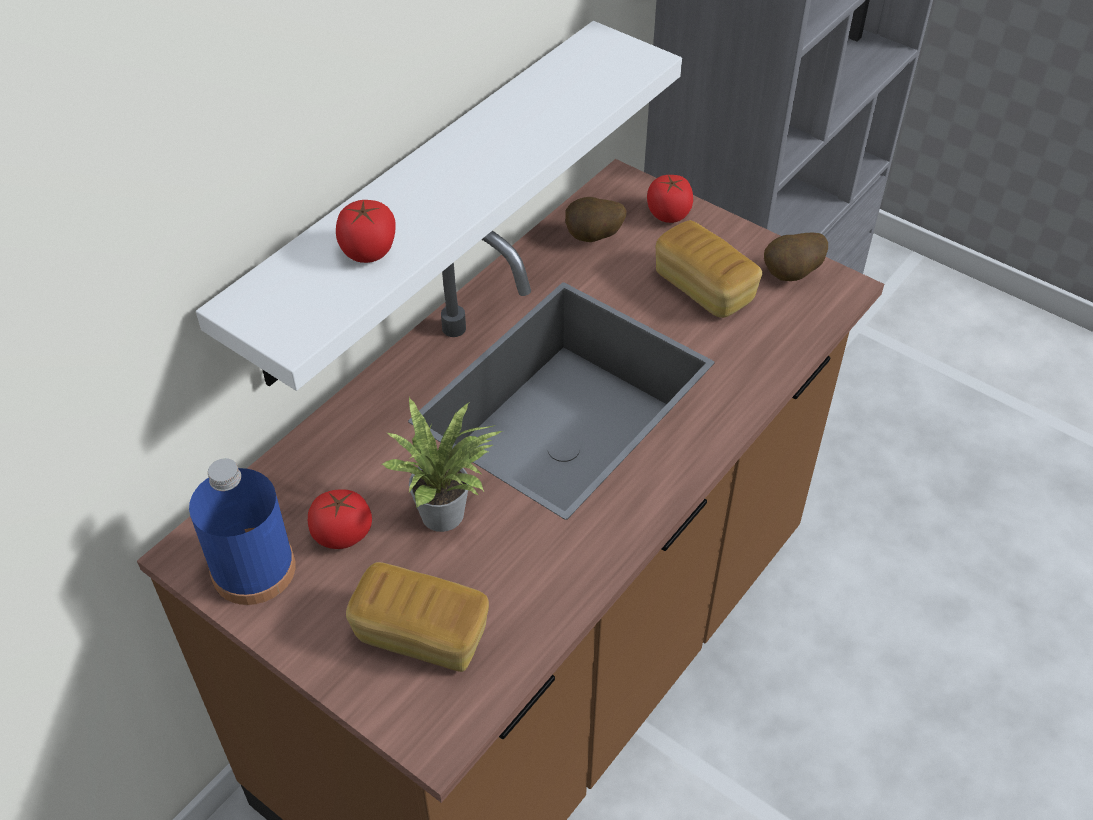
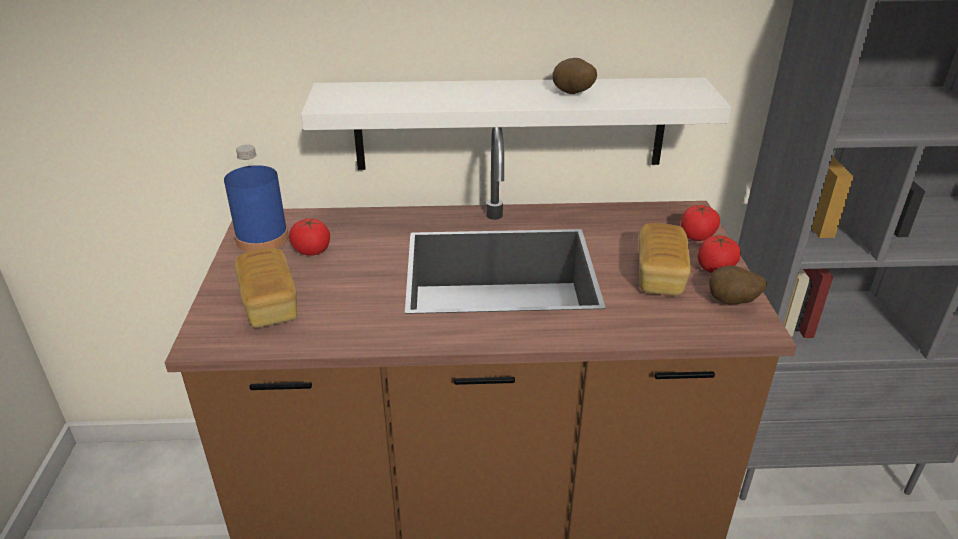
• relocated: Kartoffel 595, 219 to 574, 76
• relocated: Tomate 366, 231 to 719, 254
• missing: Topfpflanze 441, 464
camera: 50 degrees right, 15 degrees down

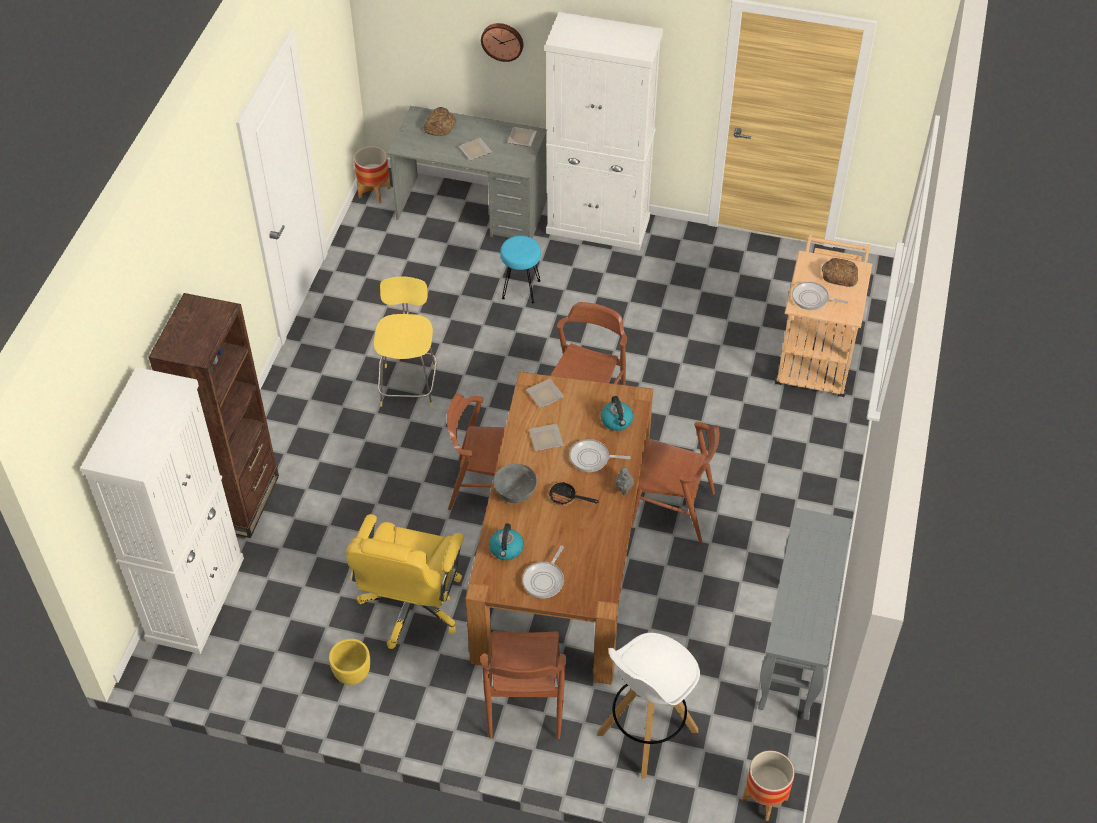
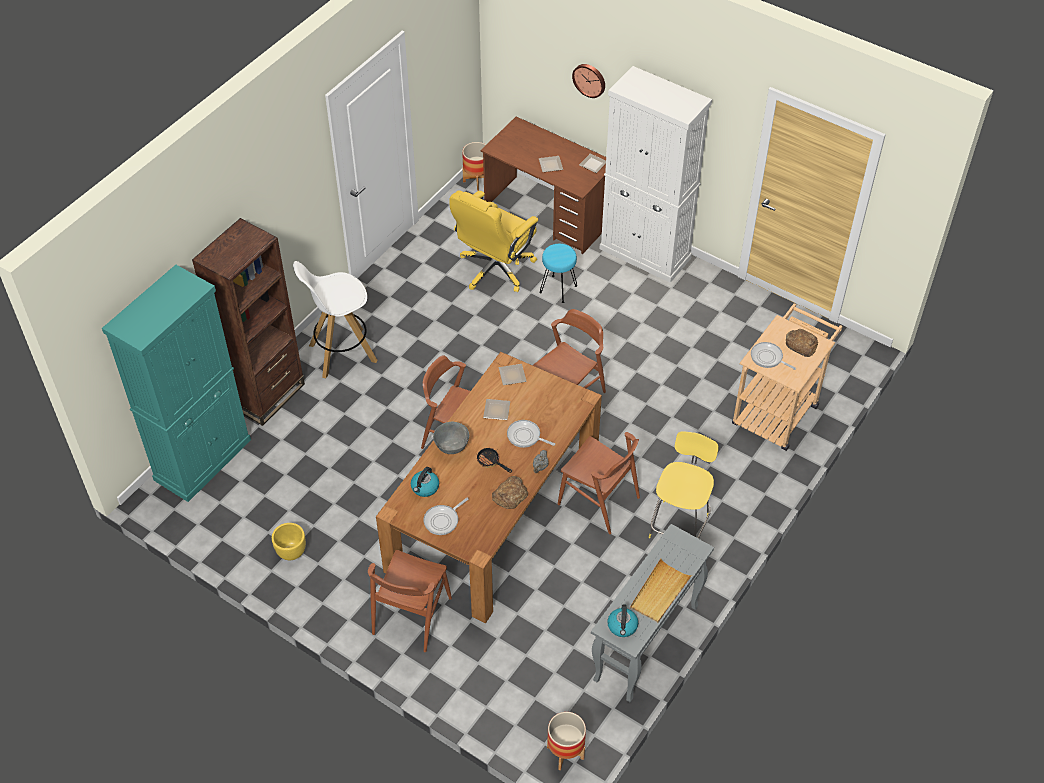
• colour: Schreibtisch (grau) 467, 172 to Schreibtisch (braun) 543, 185
• relocated: Brot 440, 121 to 510, 492
• relocated: Hocker (gelb) 405, 342 to 684, 485
• colour: Schrank (weiß) 162, 510 to Schrank (türkis) 176, 383
• relocated: Wasserkessel 617, 413 to 622, 620
• relocated: Bürostuhl (gelb) 405, 581 to 493, 241
• relocated: Hocker (weiß) 648, 705 to 335, 320
• appeared: Tablett (beige) 661, 590
camera: 20 degrees right, 0 degrees up

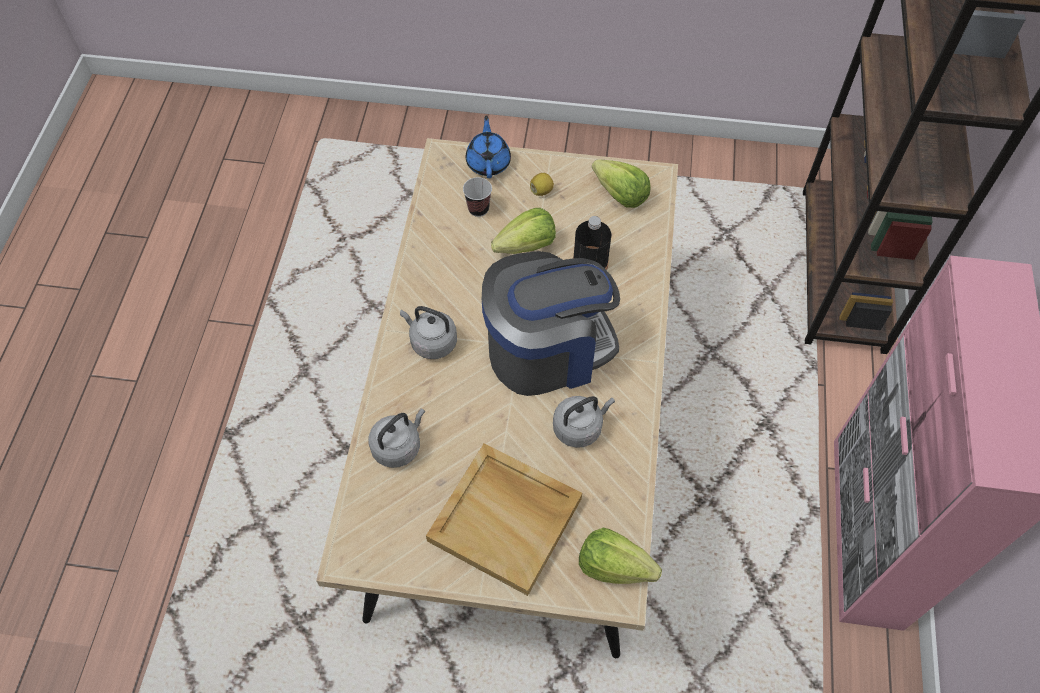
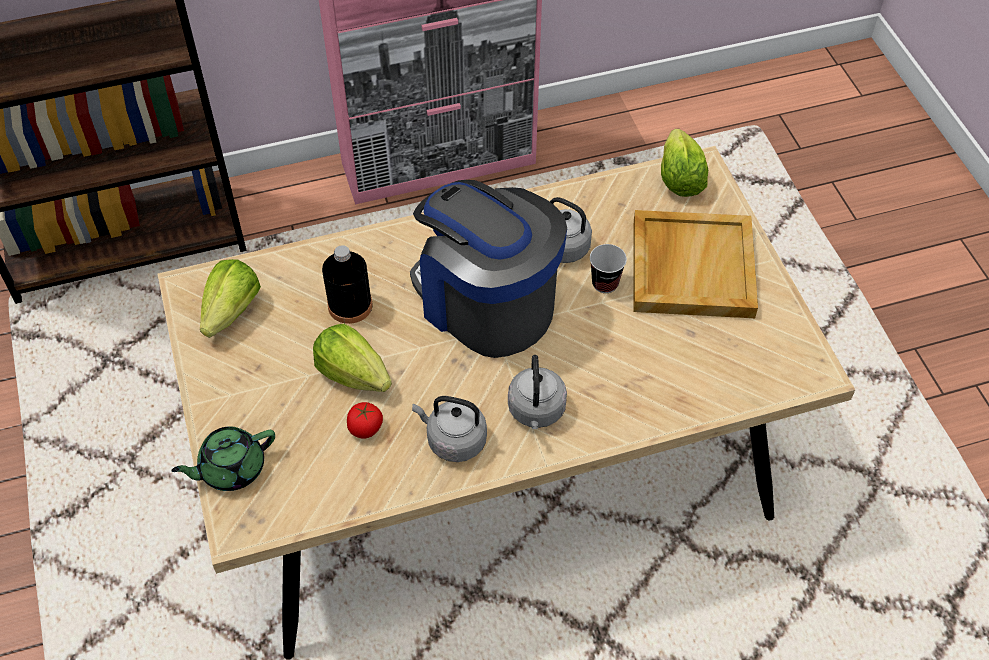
• colour: Teekanne (blau) 488, 147 to Teekanne (grün) 223, 458
• missing: Zitrone 542, 184
• relocated: Tasse 477, 197 to 608, 268
• relocated: Wasserkessel (grau) 397, 438 to 449, 429
• appeared: Tomate 365, 420
camera: 115 degrees left, 5 degrees down

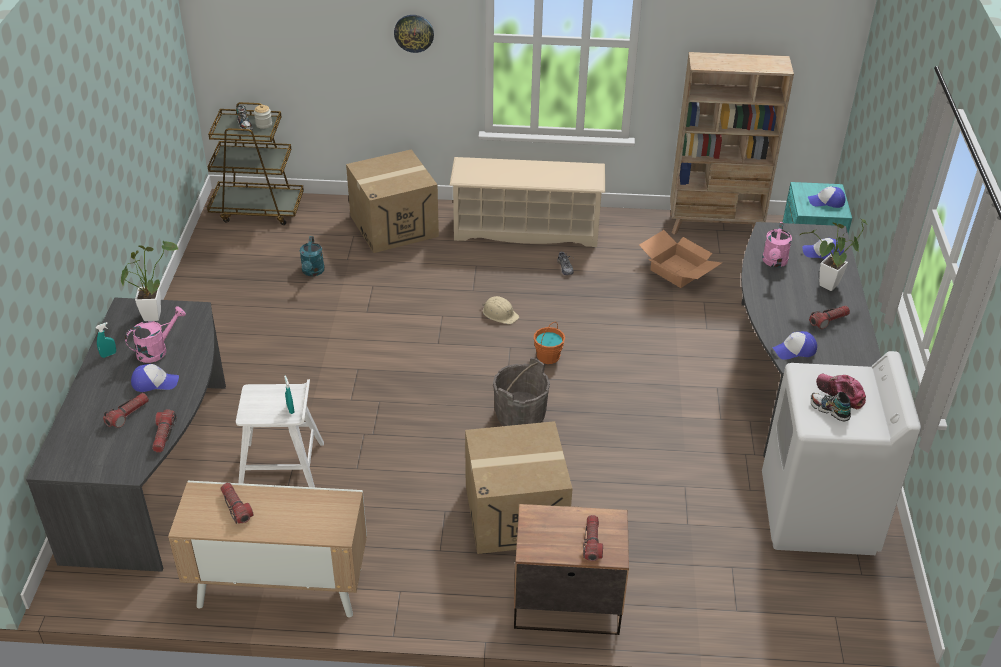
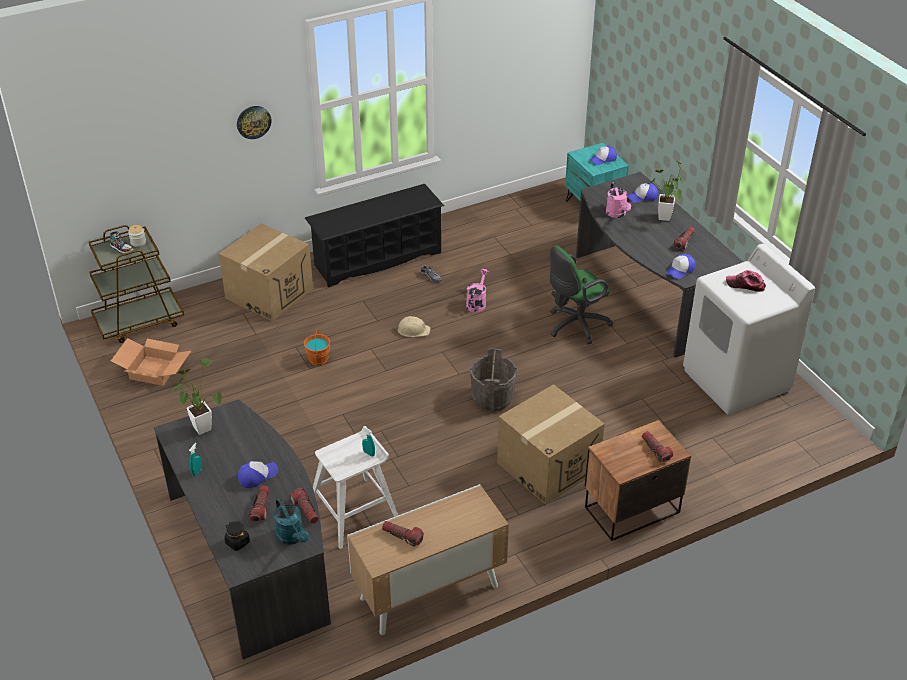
• missing: Bücherregal (beige) 732, 143
• colour: Schuhregal (beige) 527, 202 to Schuhregal (schwarz) 374, 235
• relocated: Karton 680, 259 to 151, 362
• relocated: Gießkanne (türkis) 312, 256 to 291, 521
• relocated: Gießkanne (rosa) 155, 334 to 477, 290
• relocated: Eimer (orange) 549, 343 to 317, 348
• missing: Schuh 831, 406
• appeared: Bürostuhl (grün) 581, 295
• appeared: Vorratsglas (schwarz) 237, 536
camera: 30 degrees left, 0 degrees up

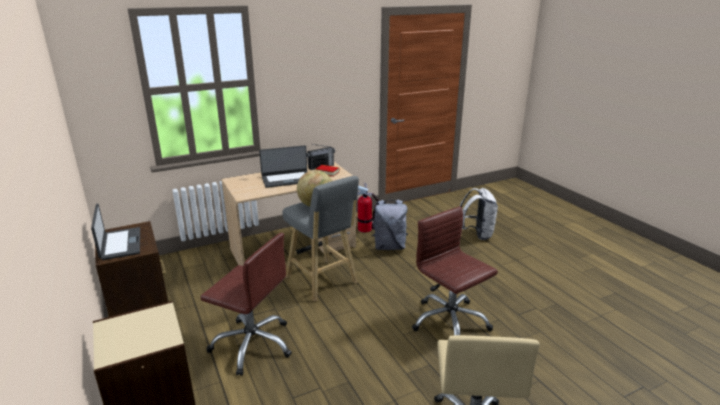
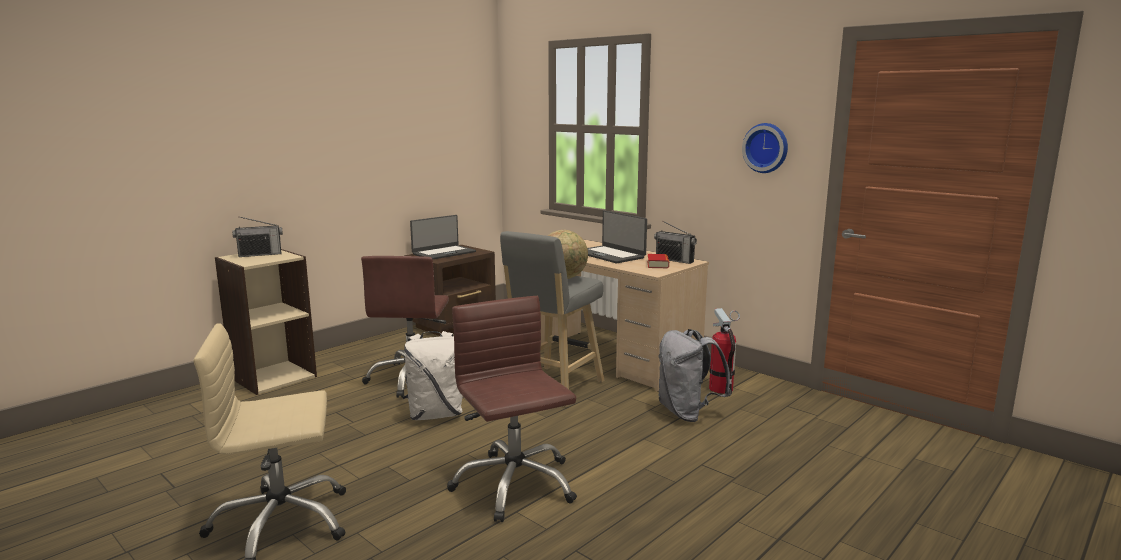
• relocated: Rucksack (weiß) 479, 214 to 433, 375
• spun: Bürostuhl (braun) 455, 270 = 512, 409 60 degrees counterclockwise
• appeared: Wanduhr 765, 148
• appeared: Radio 257, 236
camera: 70 degrees right, 10 degrees down

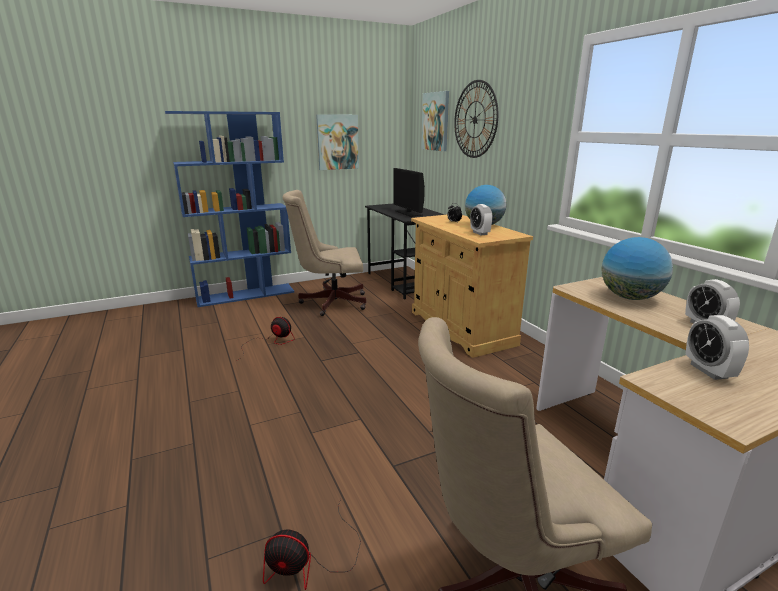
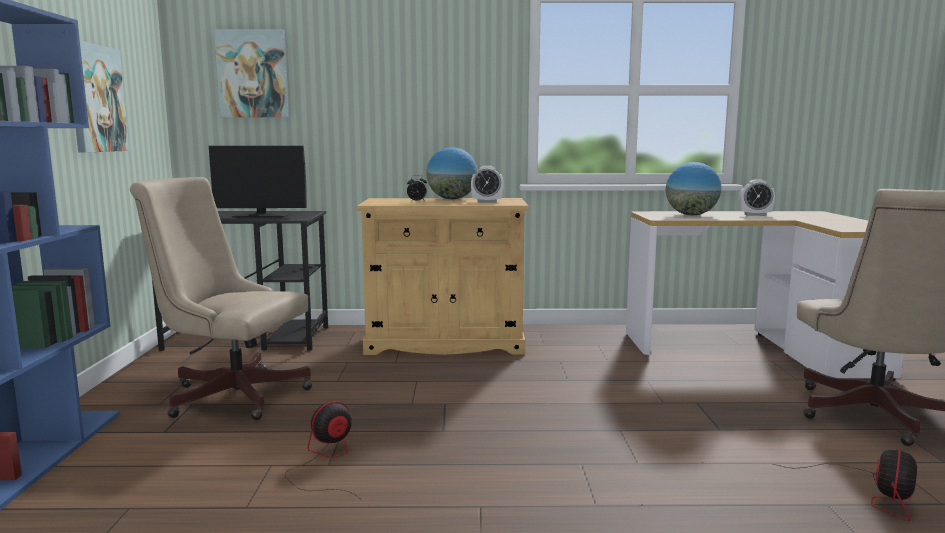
• missing: Wanduhr 476, 119
• spun: Bürostuhl (beige) 324, 253 = 221, 298 90 degrees clockwise
• missing: Wecker 717, 347
camera: 65 degrees left, 10 degrees down

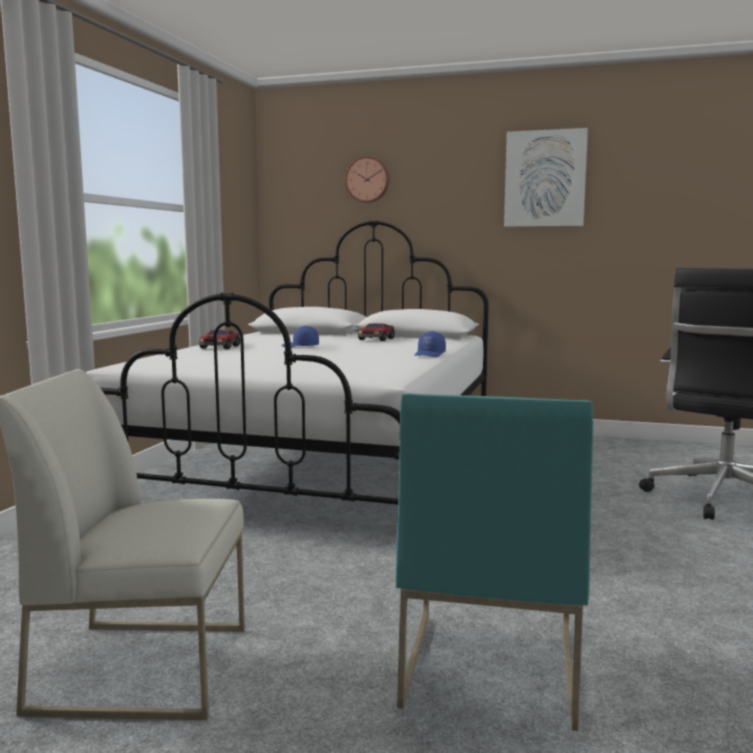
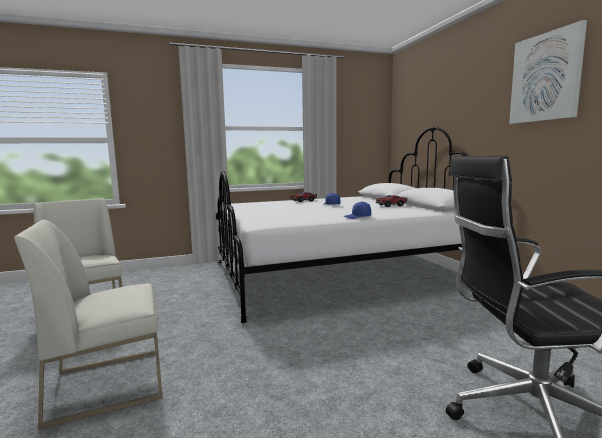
• missing: Wanduhr 367, 179
• colour: Stuhl (türkis) 494, 562 to Stuhl (weiß) 88, 325
camera: 55 degrees right, 0 degrees up

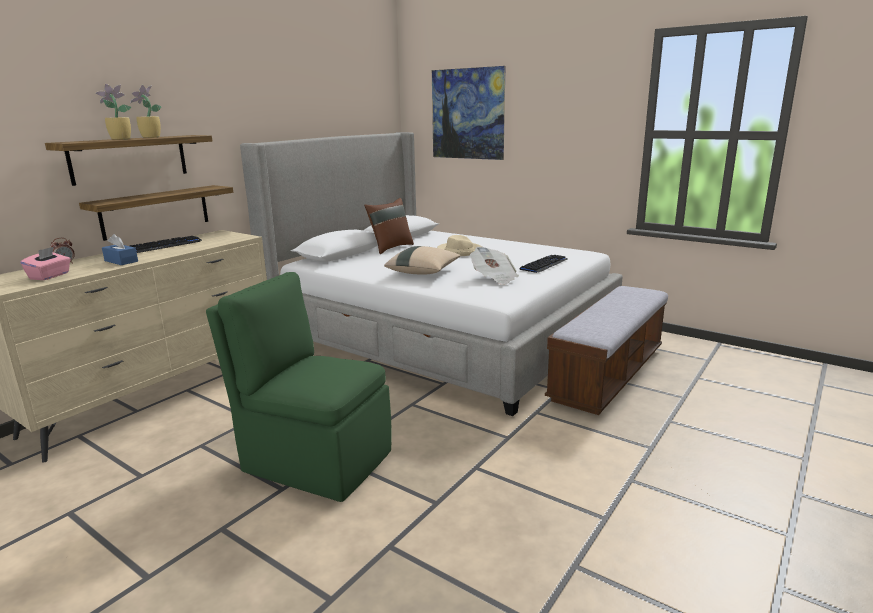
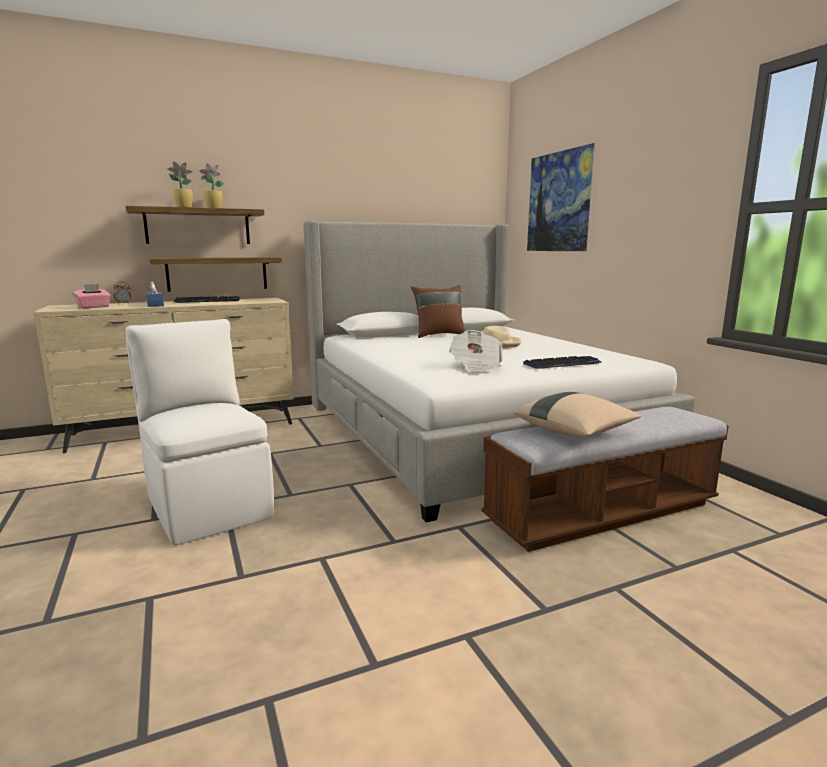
• relocated: Kissen (beige) 422, 260 to 577, 414
• colour: Stuhl (grün) 299, 387 to Stuhl (weiß) 200, 432
camera: 30 degrees right, 5 degrees down

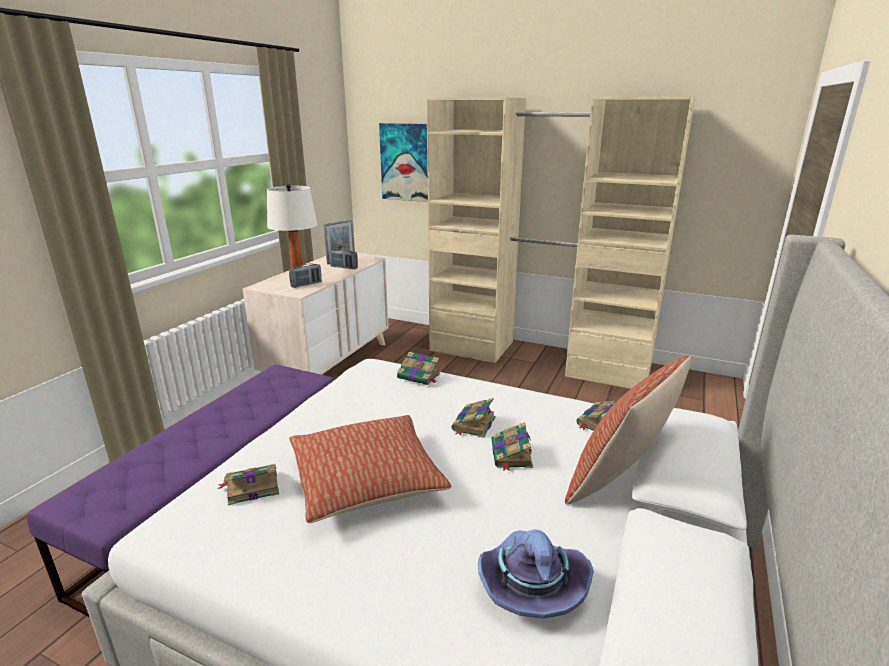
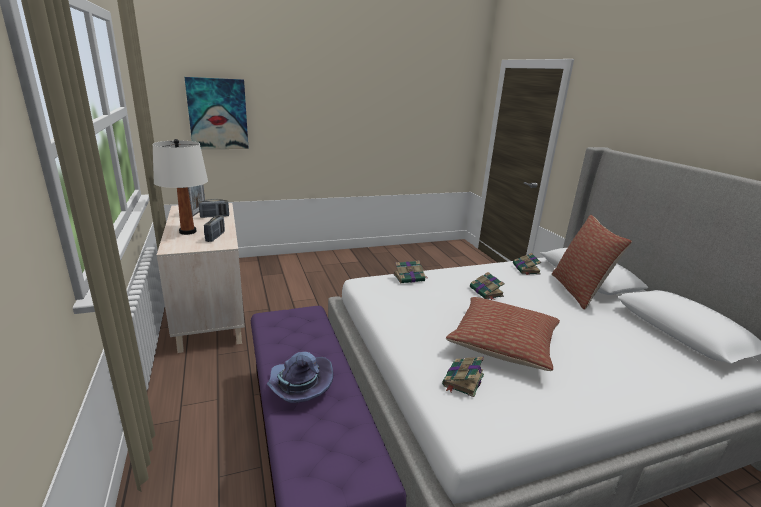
• missing: Kleiderschrank (beige) 561, 242
• missing: Buch 512, 446
• relocated: Hut (lila) 536, 573 to 300, 377
camera: 45 degrees left, 0 degrees up

